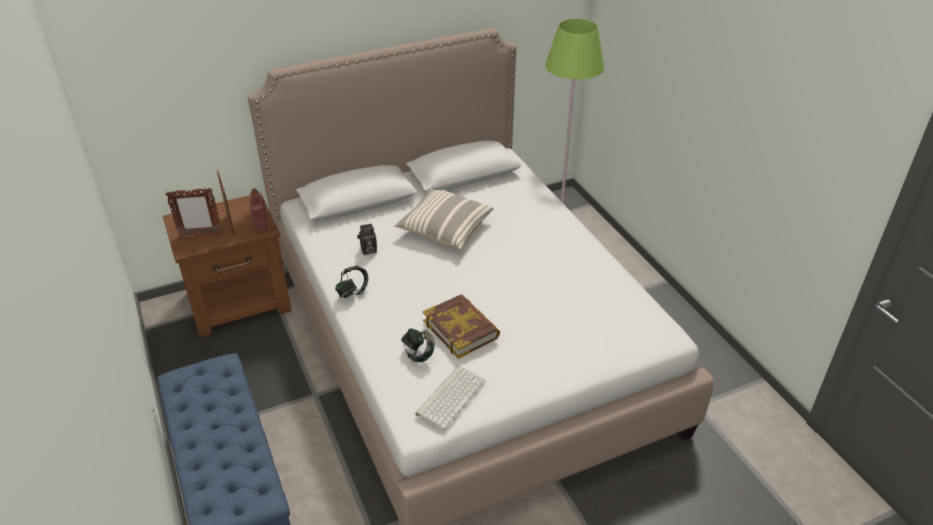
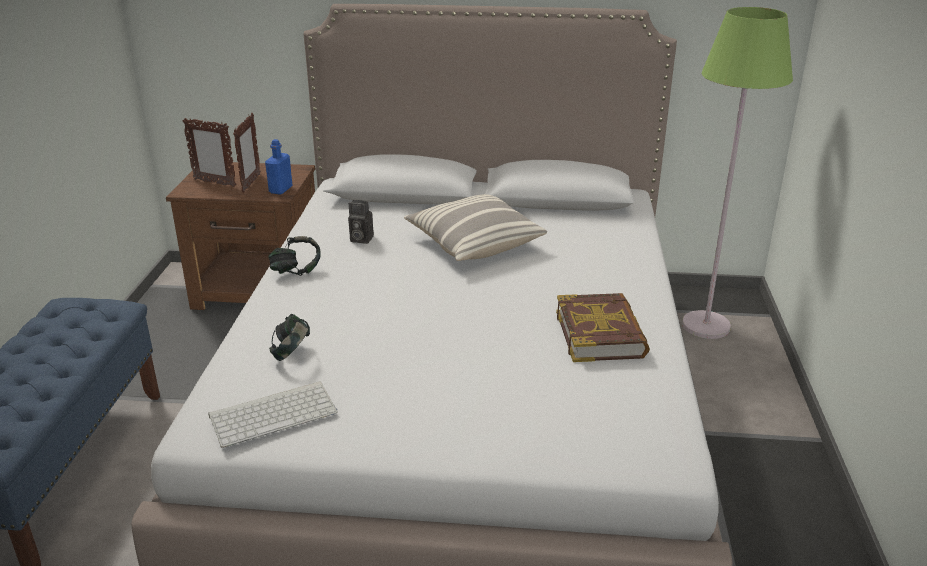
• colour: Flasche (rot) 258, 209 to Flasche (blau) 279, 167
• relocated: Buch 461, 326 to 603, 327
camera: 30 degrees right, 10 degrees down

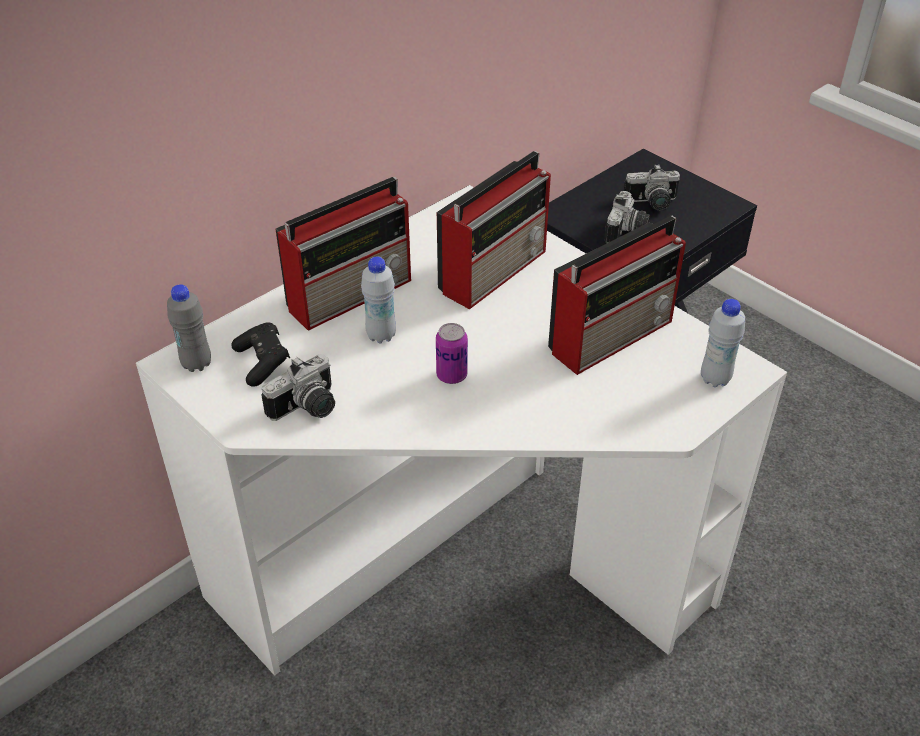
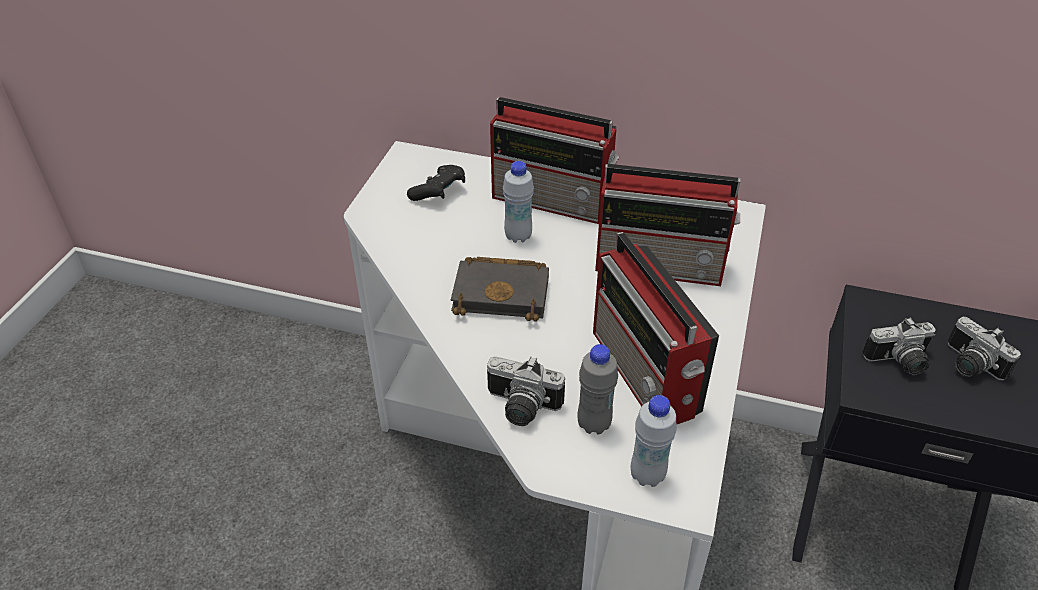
• spun: Radio 617, 295 = 656, 328 45 degrees clockwise
• relocated: Flasche (grau) 189, 328 to 597, 389
• exchanged: Dose 452, 353 to Buch (schwarz) 500, 289
• relocated: Kamera 298, 387 to 526, 391
camera: 60 degrees right, 0 degrees up

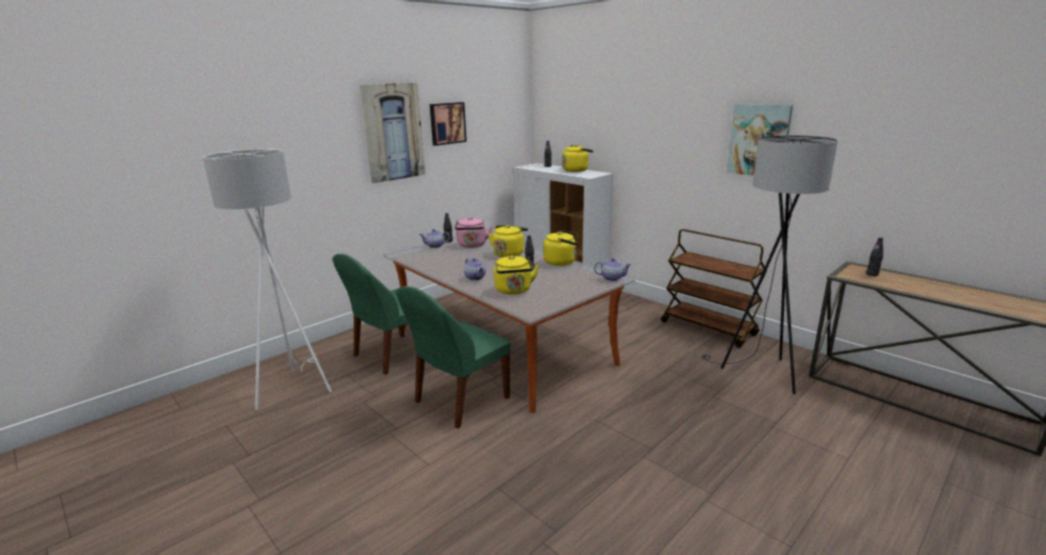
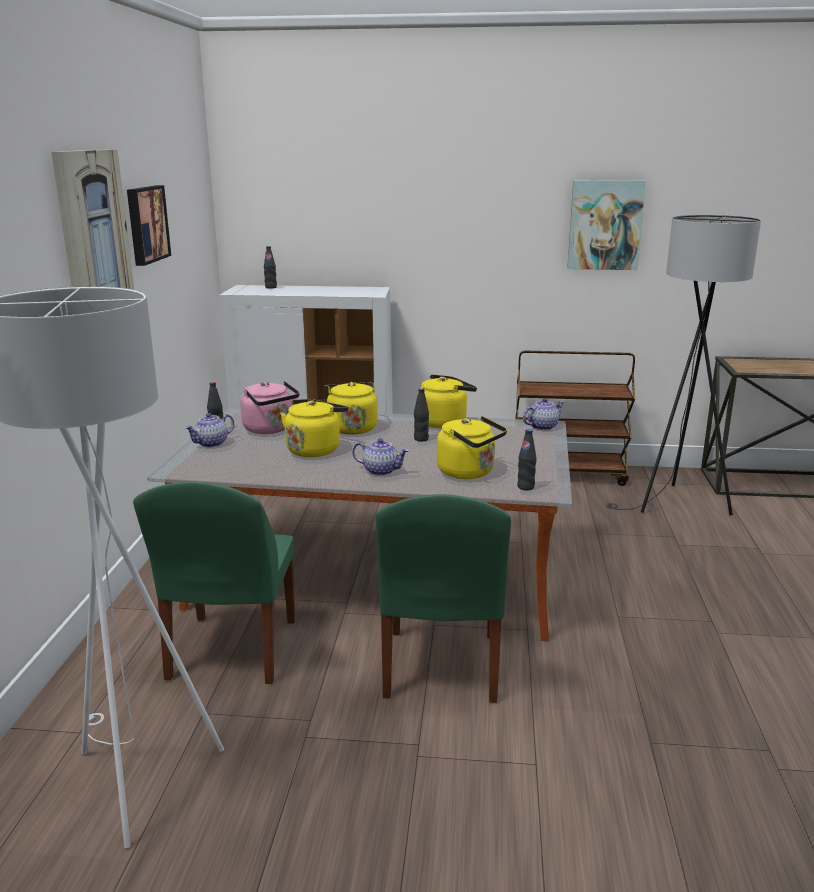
• relocated: Wasserkessel (gelb) 577, 158 to 314, 428
• relocated: Flasche (schwarz) 874, 256 to 526, 459
camera: 40 degrees left, 0 degrees up

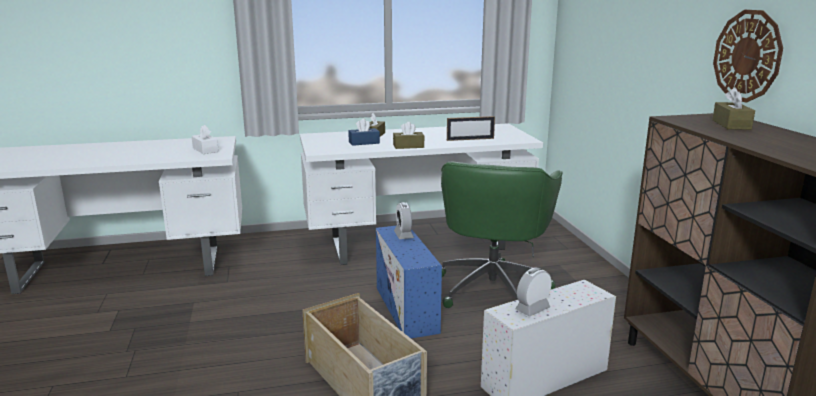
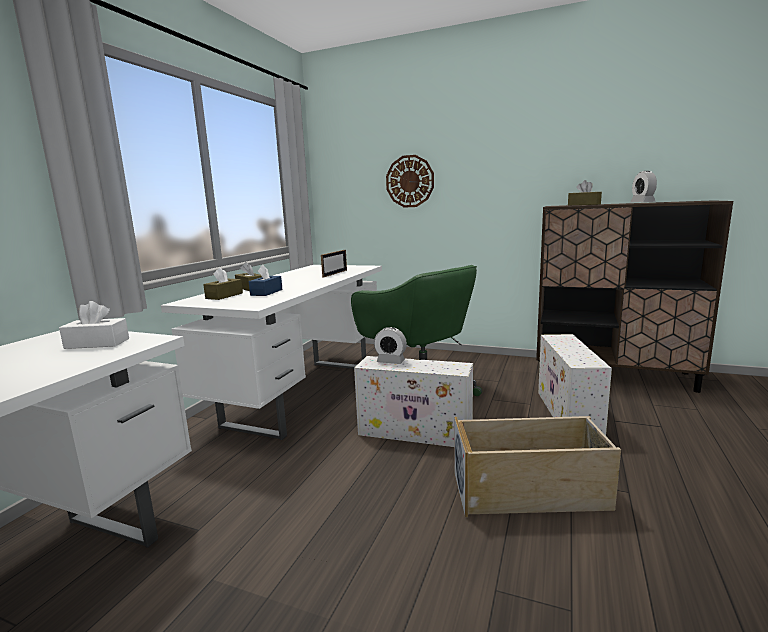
• relocated: Wanduhr 748, 56 to 410, 181
• relocated: Taschentuchbox (braun) 409, 135 to 223, 283
• colour: Aufbewahrungsbox (blau) 409, 282 to Aufbewahrungsbox (weiß) 413, 401
• relocated: Wecker 533, 291 to 643, 186
camera: 55 degrees left, 5 degrees down

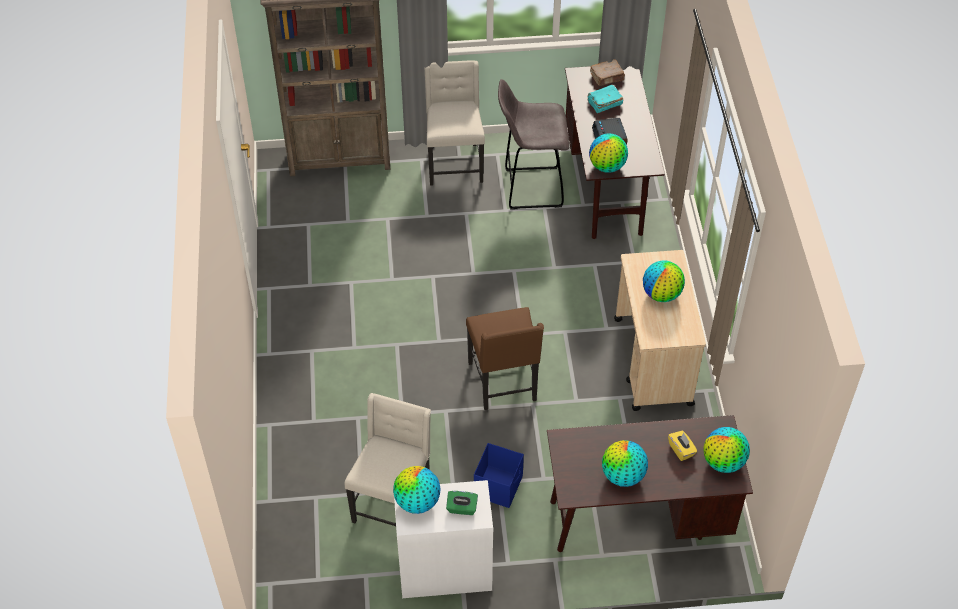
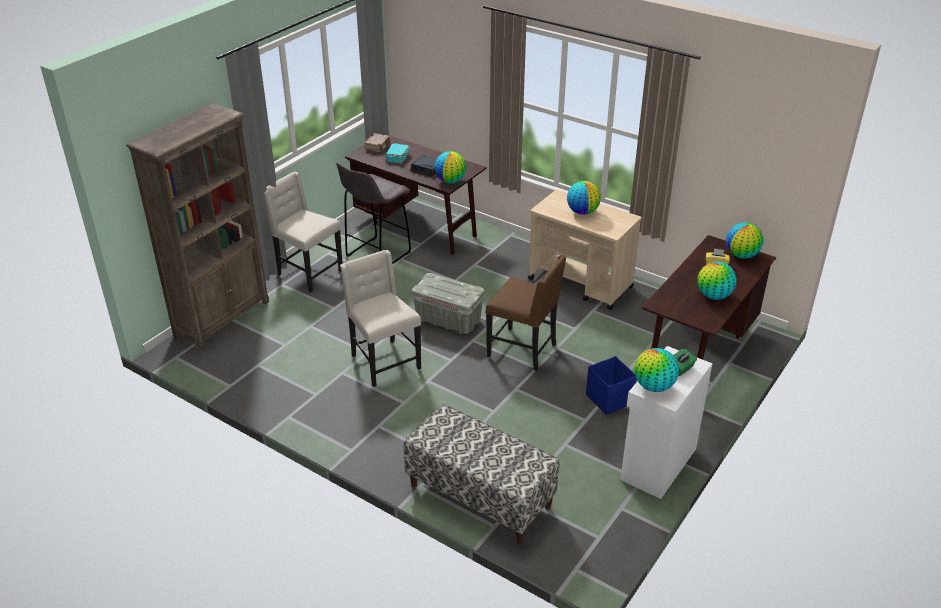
• relocated: Stuhl (beige) 388, 459 to 380, 318
• appeared: Aufbewahrungsbox (grau) 448, 303
• appeared: Bank 481, 474
camera: 50 degrees left, 15 degrees down

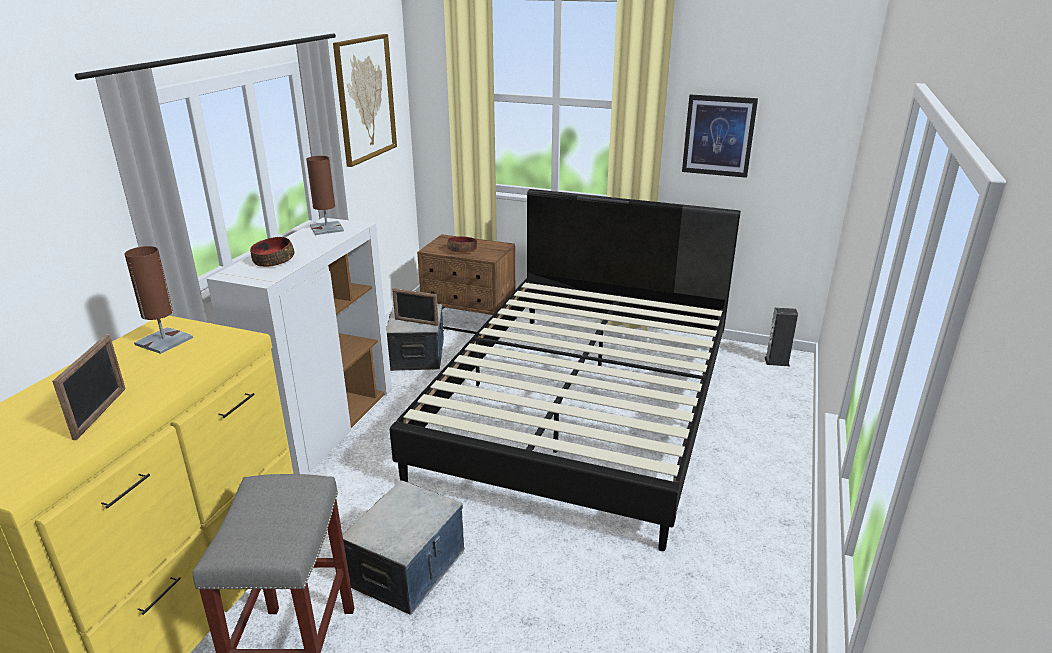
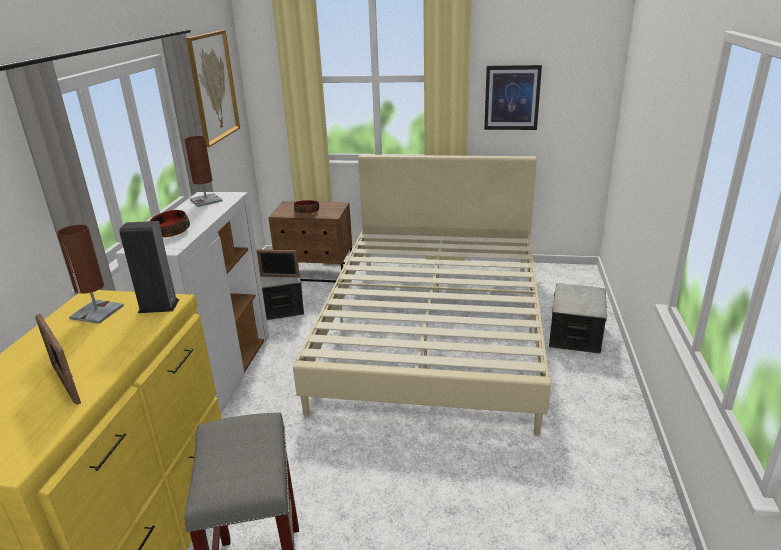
• colour: Bett (schwarz) 565, 370 to Bett (beige) 422, 295
• relocated: Lautsprecher 781, 337 to 149, 267
• spun: Bilderrahmen 89, 387 = 58, 359 150 degrees clockwise
• relocated: Aufbewahrungsbox 403, 547 to 578, 318
camera: 10 degrees left, 0 degrees up

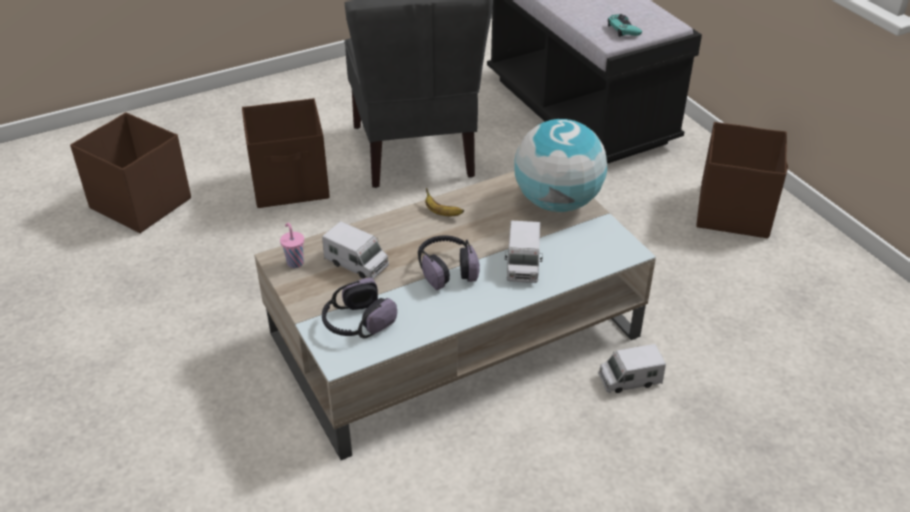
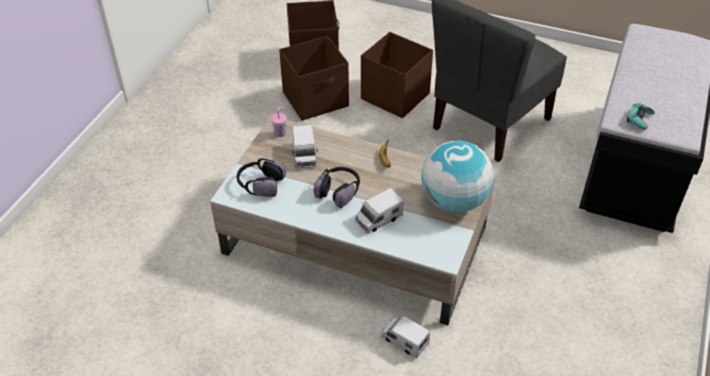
• relocated: Aufbewahrungsbox (braun) 742, 180 to 314, 78
camera: 50 degrees right, 5 degrees up

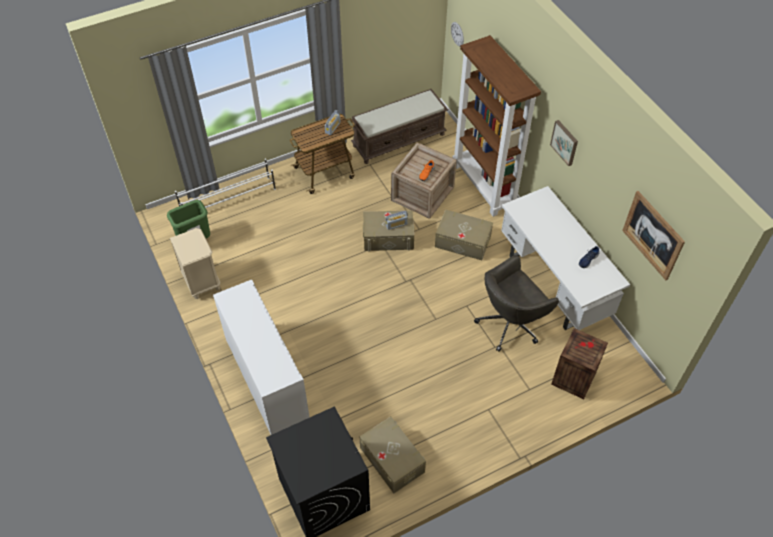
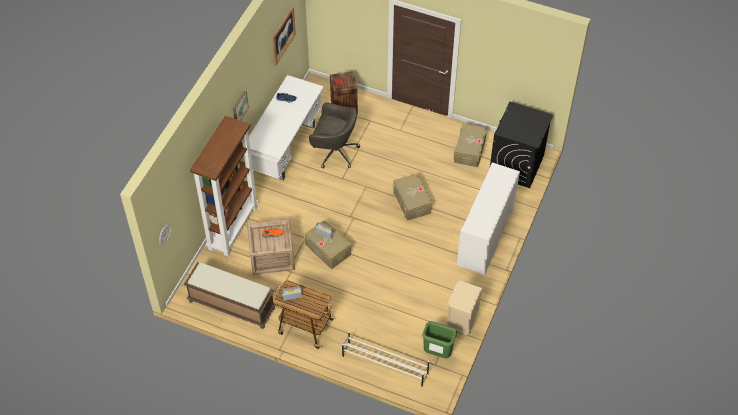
• relocated: Aufbewahrungsbox (beige) 464, 235 to 412, 197
camera: 130 degrees left, 0 degrees up

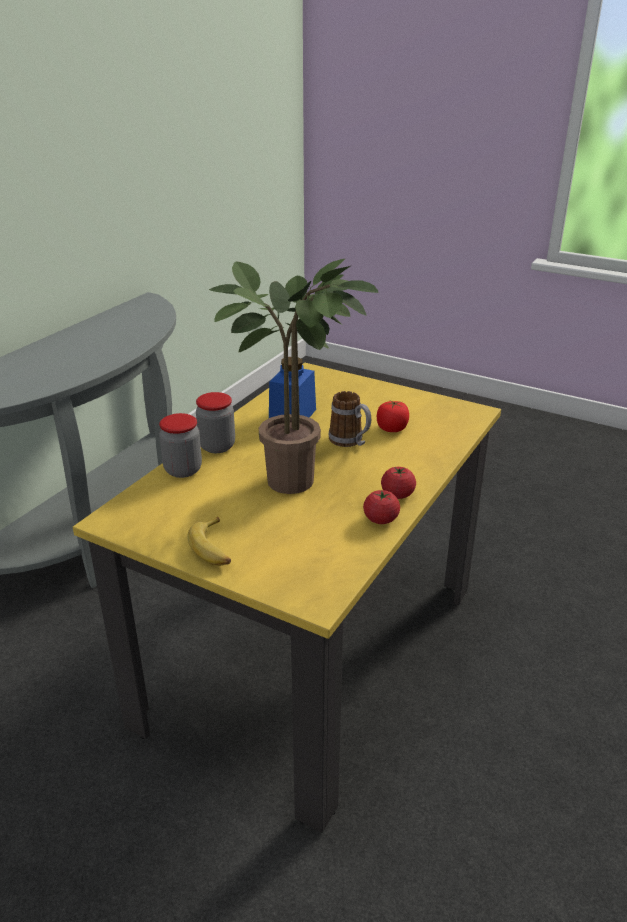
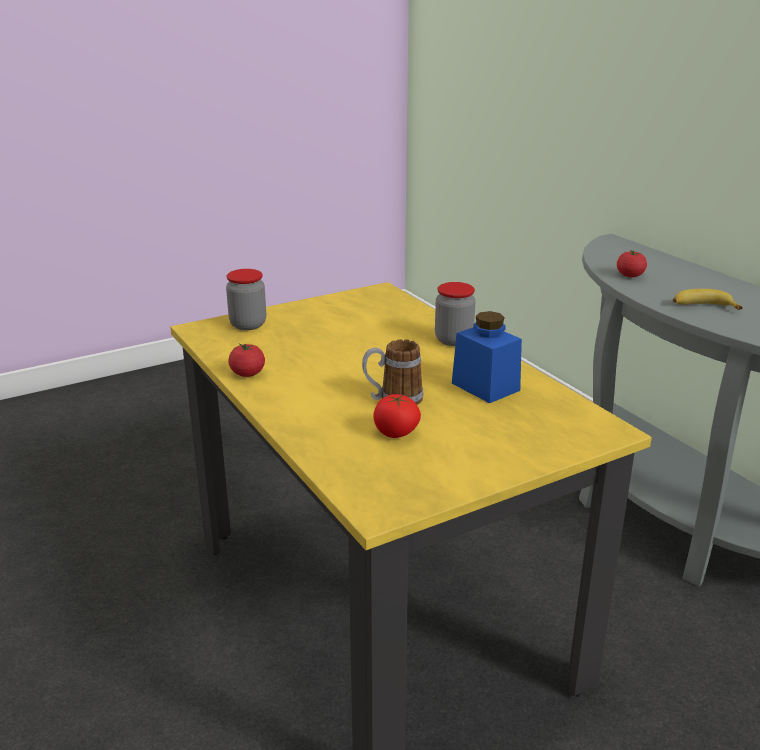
• missing: Topfpflanze 294, 376
• relocated: Vorratsglas 180, 445 to 246, 299
• relocated: Tomate 398, 483 to 632, 263
• relocated: Banane 209, 541 to 708, 299
camera: 120 degrees right, 5 degrees down

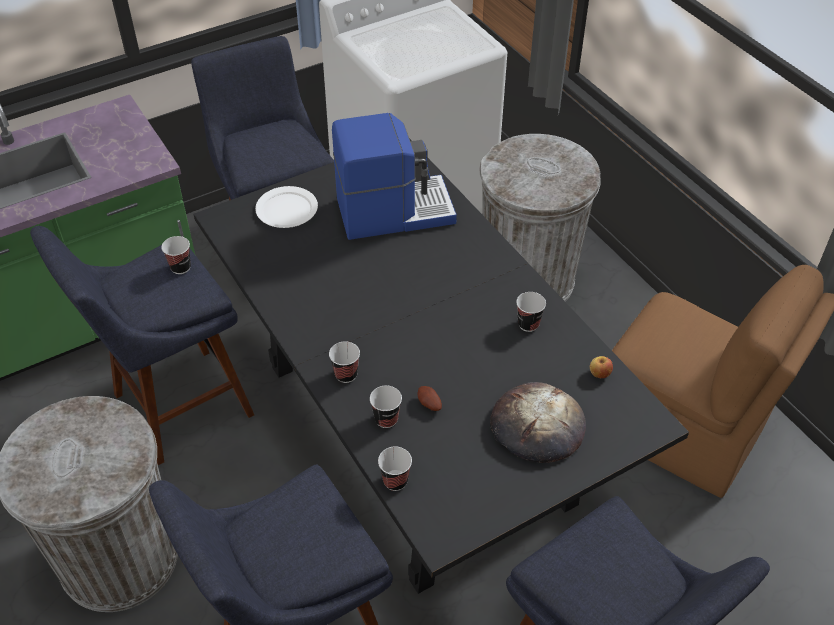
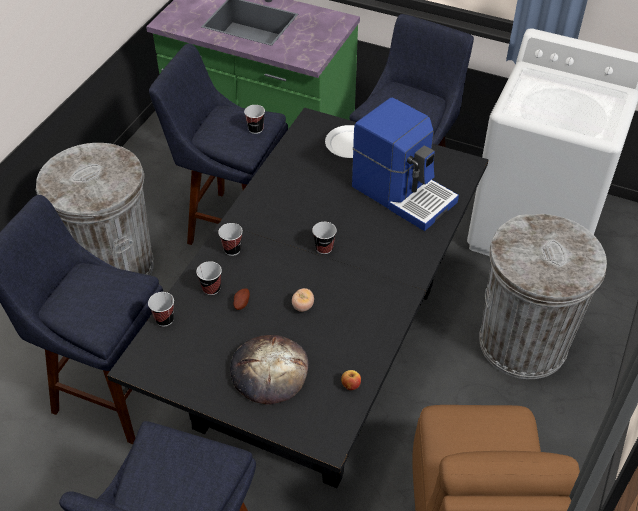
• relocated: Tasse 531, 312 to 324, 238
• appeared: Tomate 303, 300
camera: 55 degrees right, 0 degrees up

